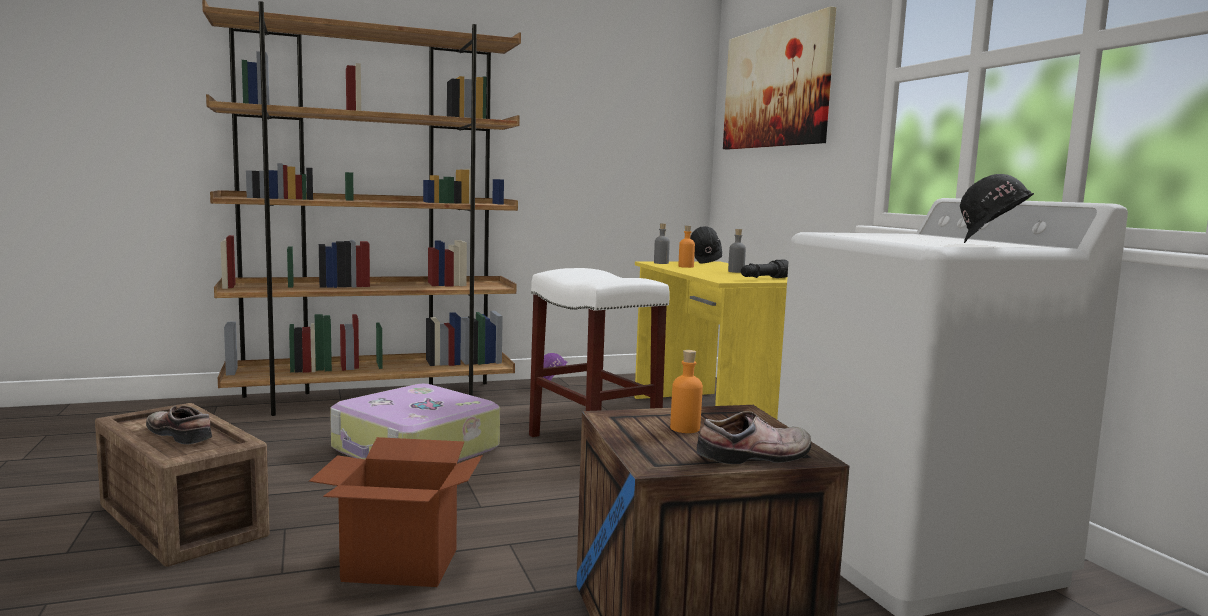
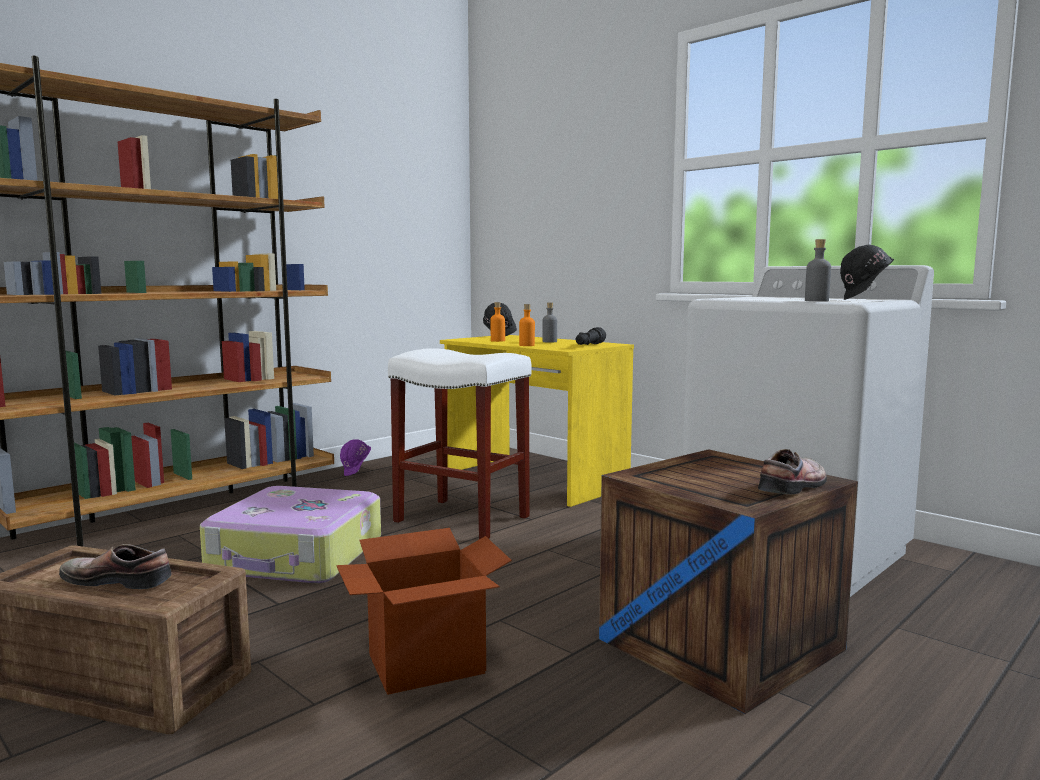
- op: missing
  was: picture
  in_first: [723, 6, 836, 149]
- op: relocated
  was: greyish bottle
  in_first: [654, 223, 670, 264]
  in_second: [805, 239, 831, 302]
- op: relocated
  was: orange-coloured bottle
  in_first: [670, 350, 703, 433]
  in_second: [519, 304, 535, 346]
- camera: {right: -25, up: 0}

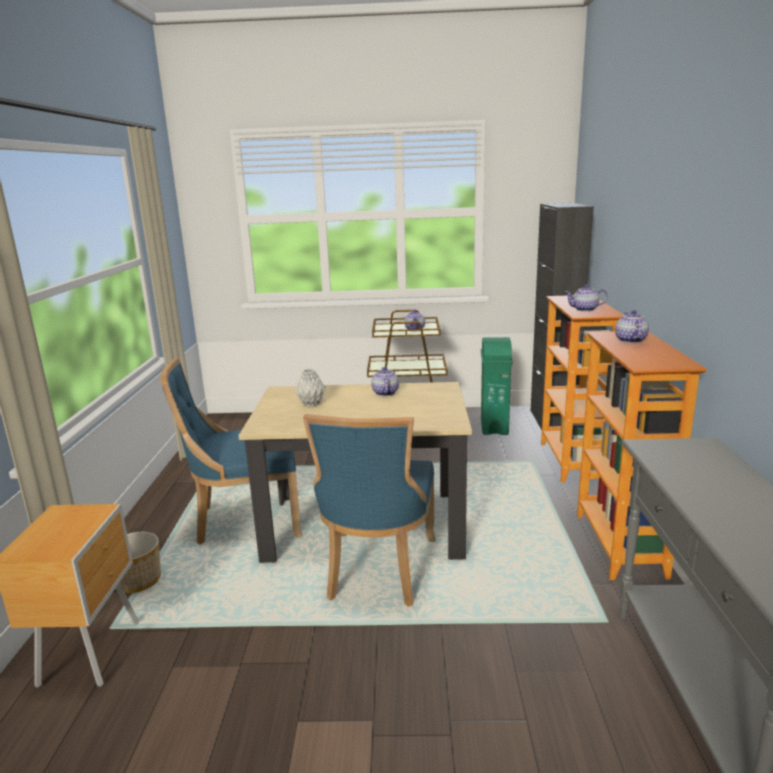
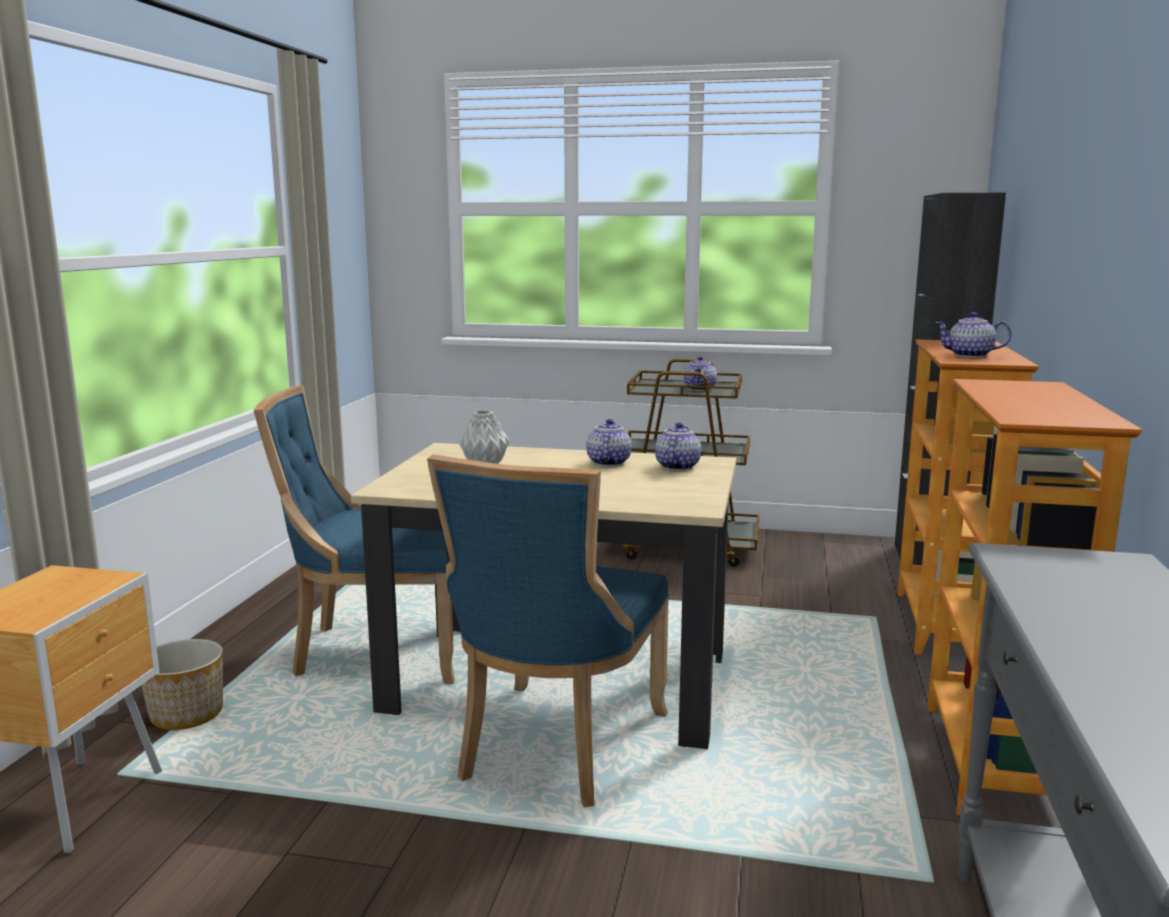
- op: relocated
  was: pot for tea
  in_first: [615, 310, 649, 343]
  in_second: [655, 422, 701, 471]
- op: missing
  was: green-coloured trash can
  in_first: [481, 337, 513, 435]
- camera: {right: 10, up: -5}

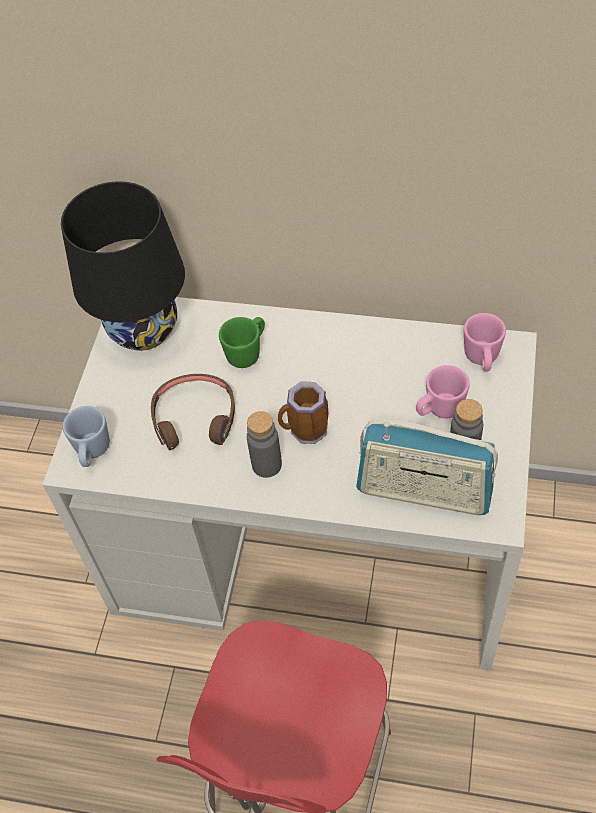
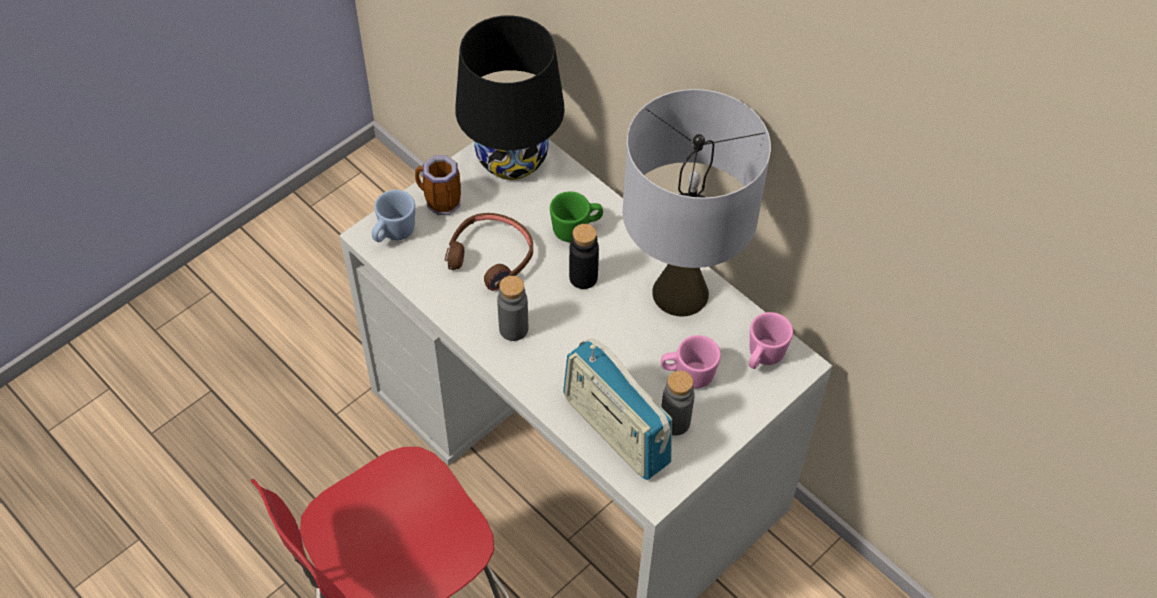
- op: relocated
  was: tea mug
  in_first: [278, 381, 328, 444]
  in_second: [415, 155, 461, 215]
- op: appeared
  now: greyish table lamp
  in_second: [622, 89, 771, 317]
- op: appeared
  now: black bottle
  in_second: [569, 224, 599, 289]
- camera: {right: 30, up: 0}

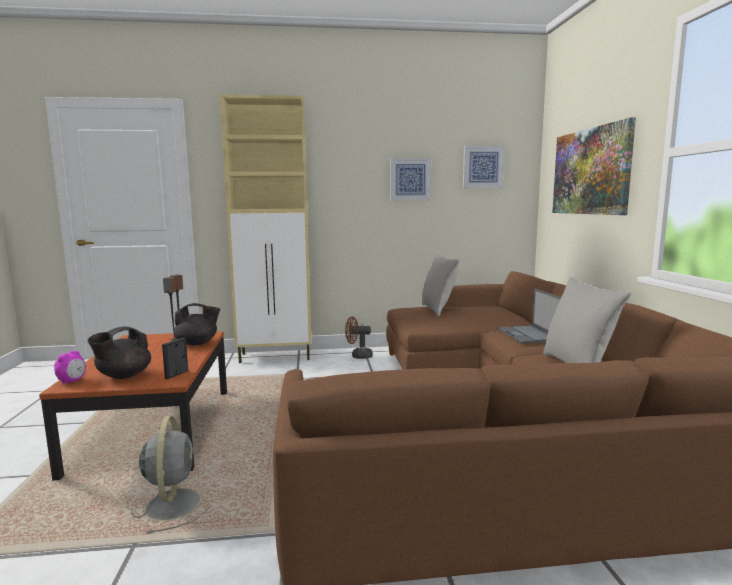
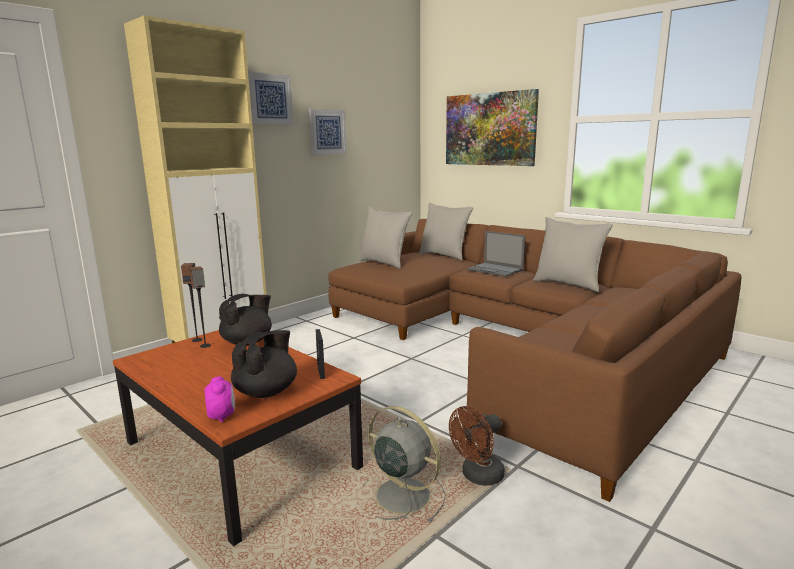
- op: relocated
  was: picture
  in_first: [463, 146, 504, 188]
  in_second: [248, 72, 293, 125]
- op: relocated
  was: brown cooling fan
  in_first: [345, 316, 373, 359]
  in_second: [449, 406, 505, 486]
- op: spun
  was: black pot for tea
  in_first: [88, 326, 151, 379]
  in_second: [231, 330, 297, 398]
  clockwise: -150
- op: appeared
  now: greyish pillow
  in_second: [419, 203, 473, 260]
- camera: {right: -40, up: 5}

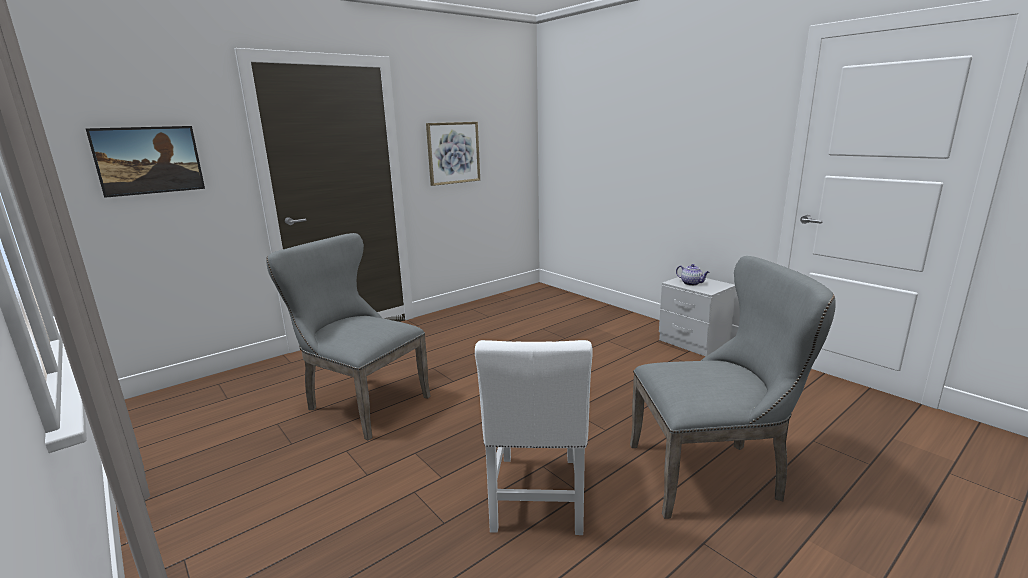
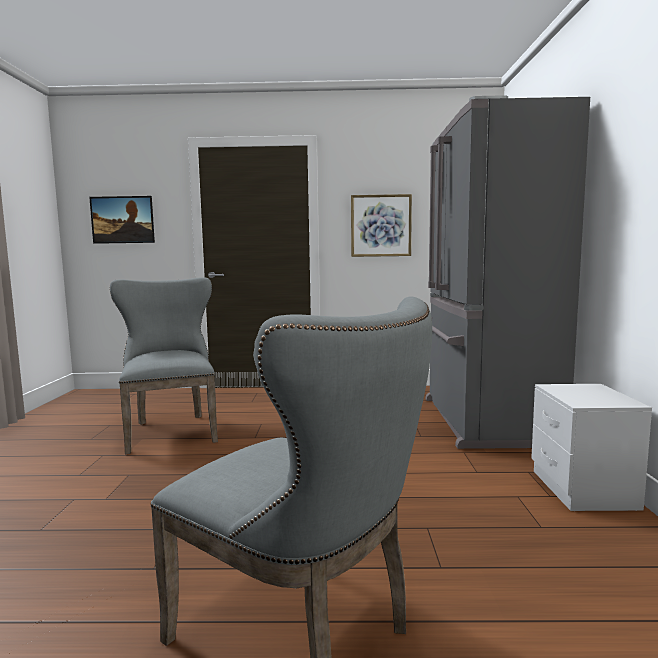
- op: missing
  was: pot for tea
  in_first: [676, 264, 709, 286]
- op: missing
  was: white-coloured chair
  in_first: [475, 340, 593, 535]
- op: appeared
  now: greyish refrigerator
  in_second: [426, 95, 590, 449]
- camera: {right: 40, up: -10}

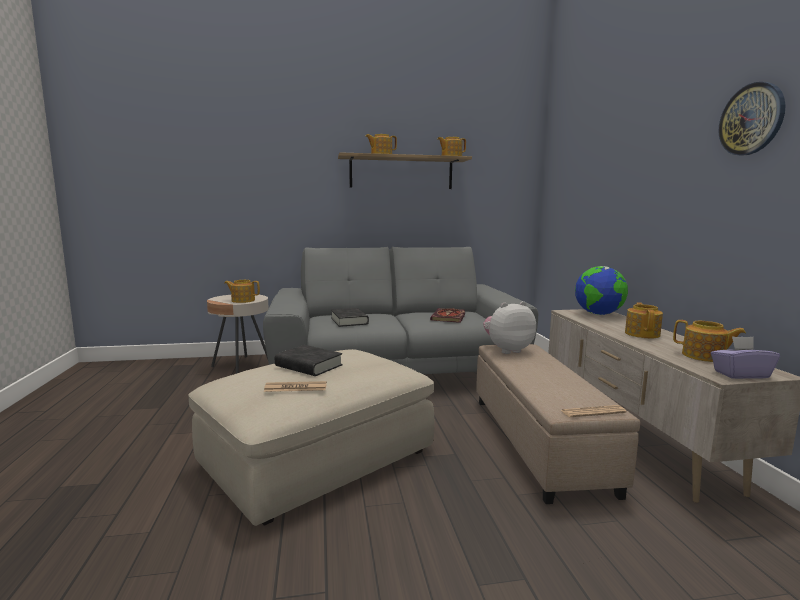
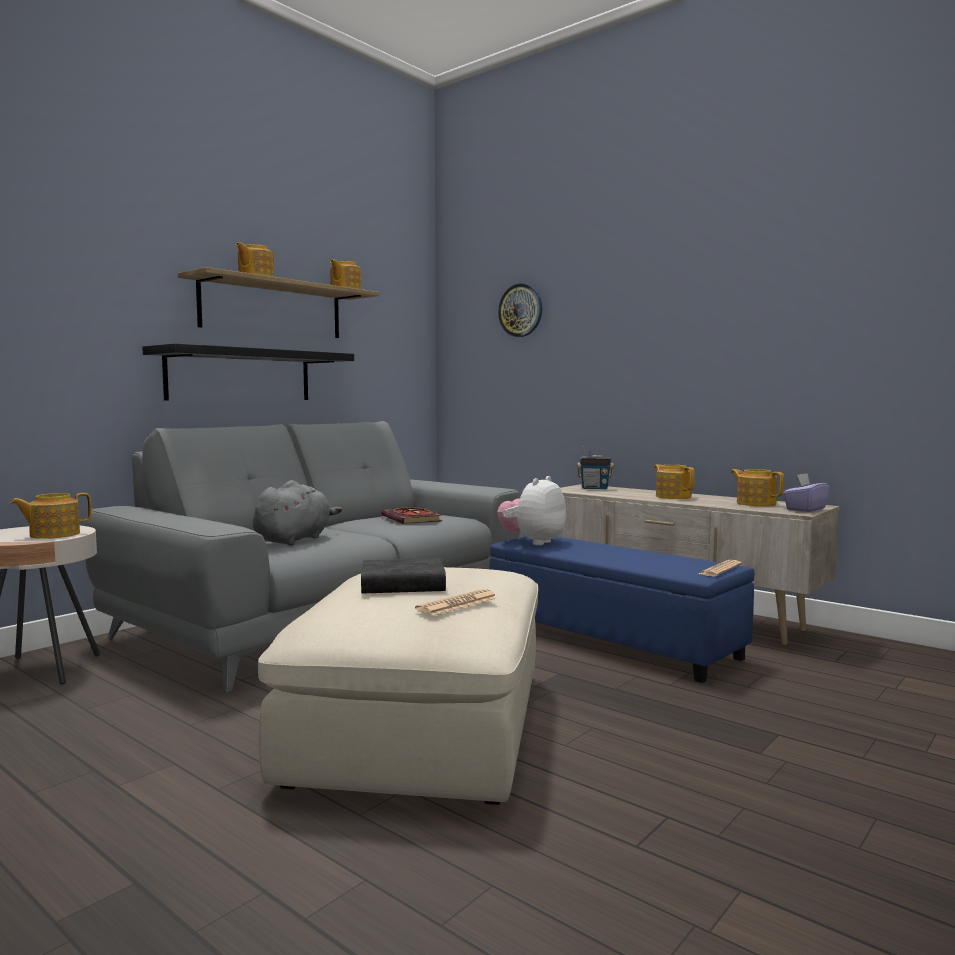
- op: relocated
  was: wall clock
  in_first: [718, 82, 785, 156]
  in_second: [498, 283, 542, 337]
- op: exchanged
  was: desk globe
  now: radio
  in_first: [575, 266, 628, 315]
  in_second: [577, 440, 613, 489]
- op: exchanged
  was: black book
  now: greyish plush toy
  in_first: [331, 308, 369, 327]
  in_second: [253, 480, 342, 545]
- op: spun
  was: pot for tea
  in_first: [673, 320, 746, 362]
  in_second: [731, 469, 784, 506]
  clockwise: -120
- op: colour
  was: beige pouffe
  now: bluish pouffe
  in_first: [476, 344, 640, 504]
  in_second: [490, 536, 754, 683]
- op: appeared
  now: black wall shelf
  in_second: [142, 343, 354, 400]
- camera: {right: -40, up: -5}

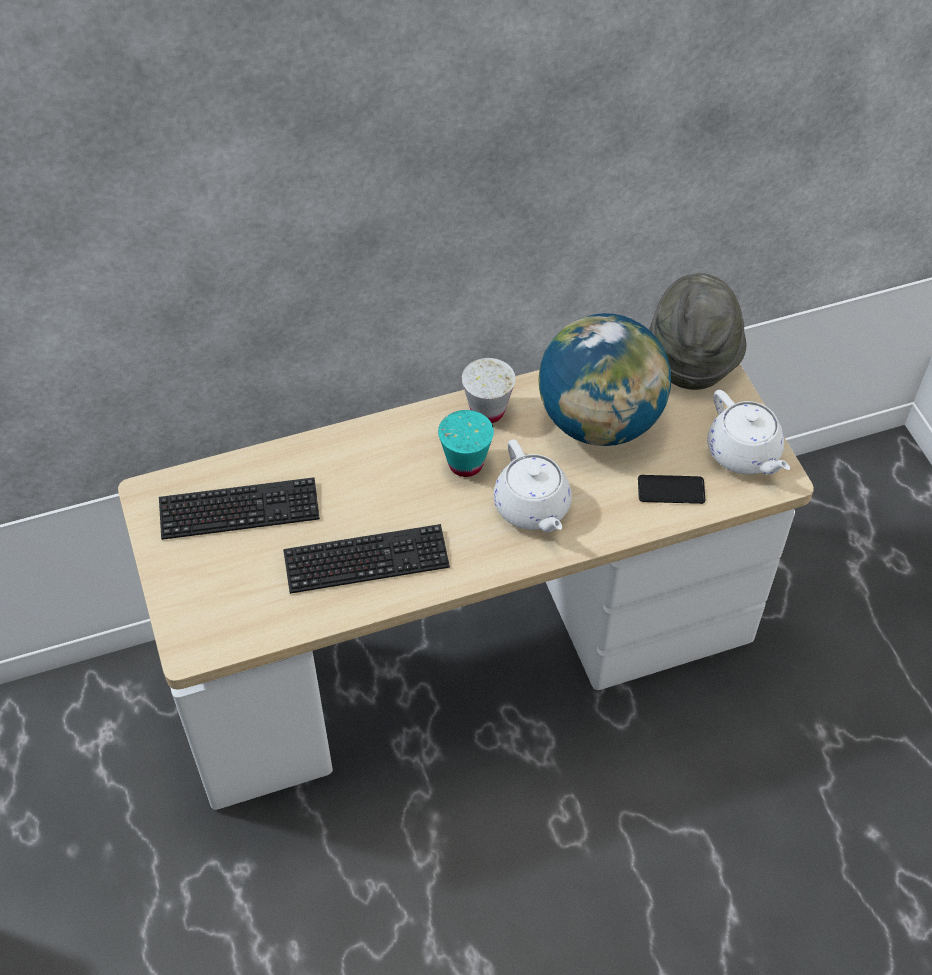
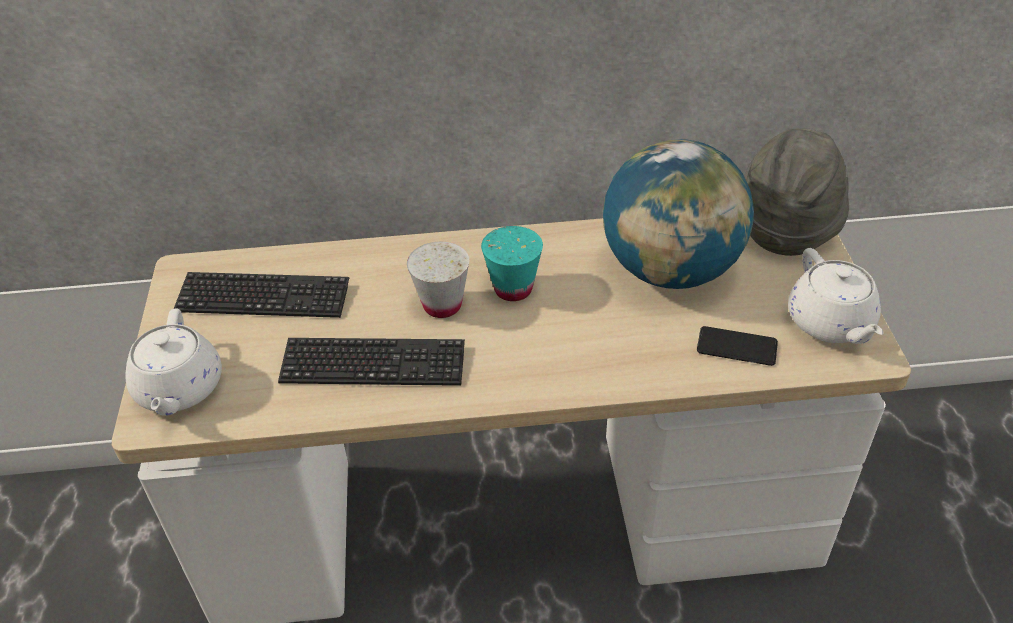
- op: relocated
  was: white-coloured small cup
  in_first: [462, 358, 516, 423]
  in_second: [407, 242, 469, 318]
- op: relocated
  was: white-coloured pot for tea
  in_first: [493, 439, 572, 532]
  in_second: [125, 308, 222, 416]
- camera: {right: 15, up: -10}

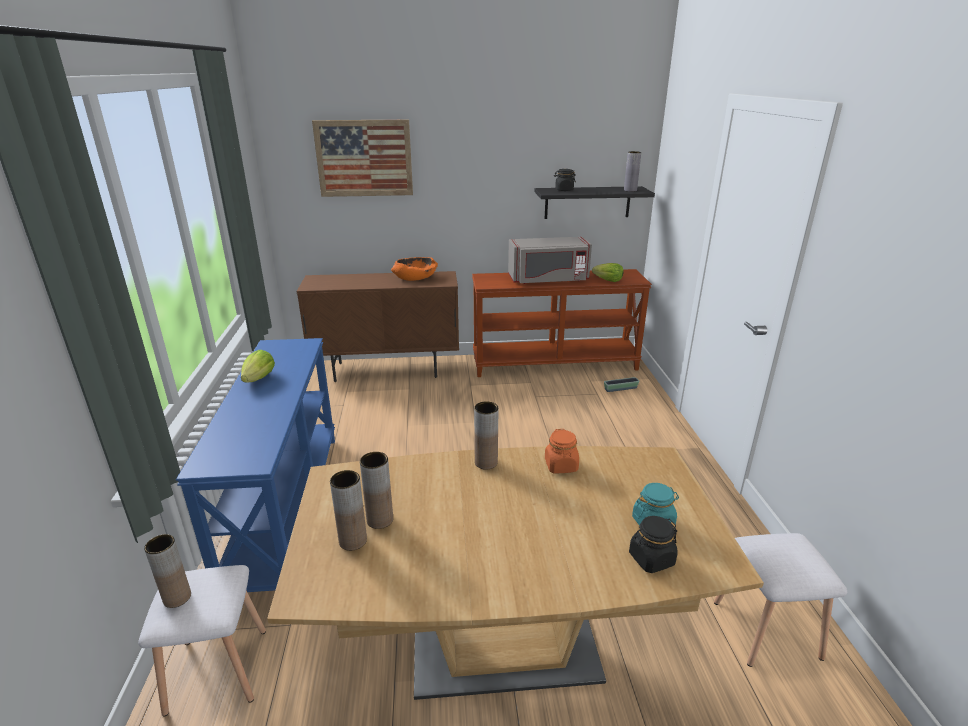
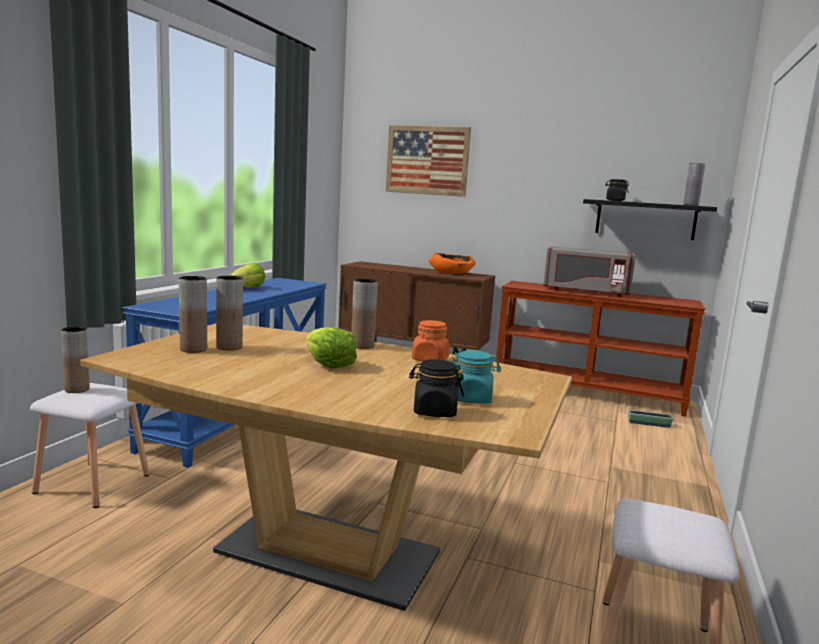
- op: relocated
  was: lettuce head
  in_first: [592, 263, 624, 282]
  in_second: [306, 327, 357, 368]
- camera: {right: 25, up: -15}

